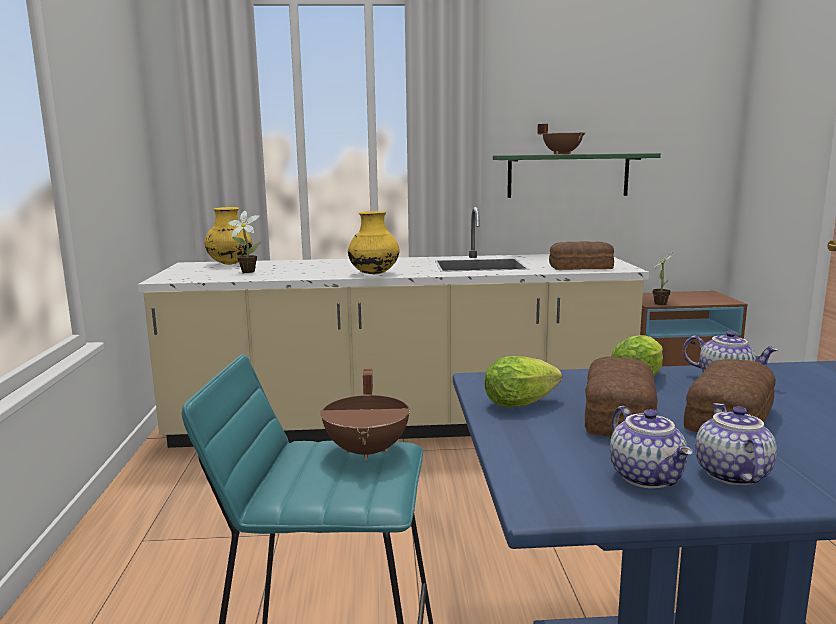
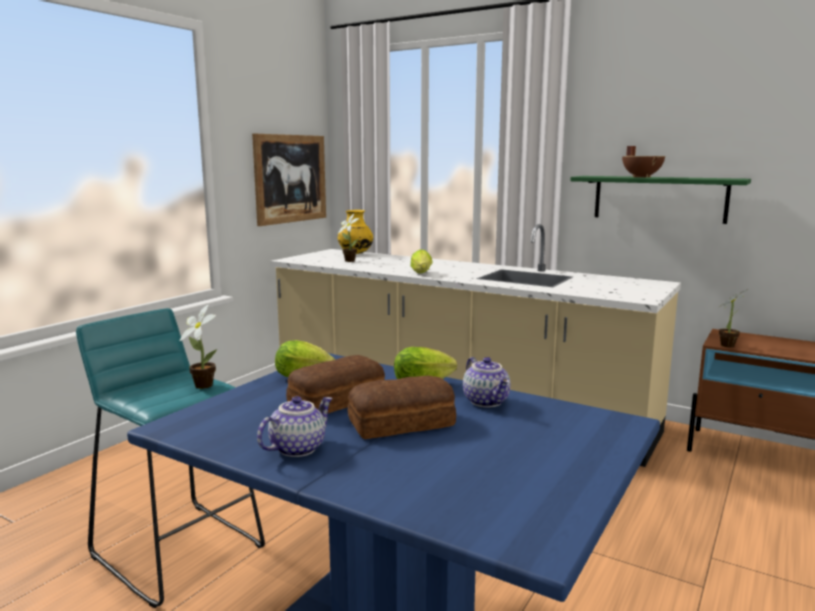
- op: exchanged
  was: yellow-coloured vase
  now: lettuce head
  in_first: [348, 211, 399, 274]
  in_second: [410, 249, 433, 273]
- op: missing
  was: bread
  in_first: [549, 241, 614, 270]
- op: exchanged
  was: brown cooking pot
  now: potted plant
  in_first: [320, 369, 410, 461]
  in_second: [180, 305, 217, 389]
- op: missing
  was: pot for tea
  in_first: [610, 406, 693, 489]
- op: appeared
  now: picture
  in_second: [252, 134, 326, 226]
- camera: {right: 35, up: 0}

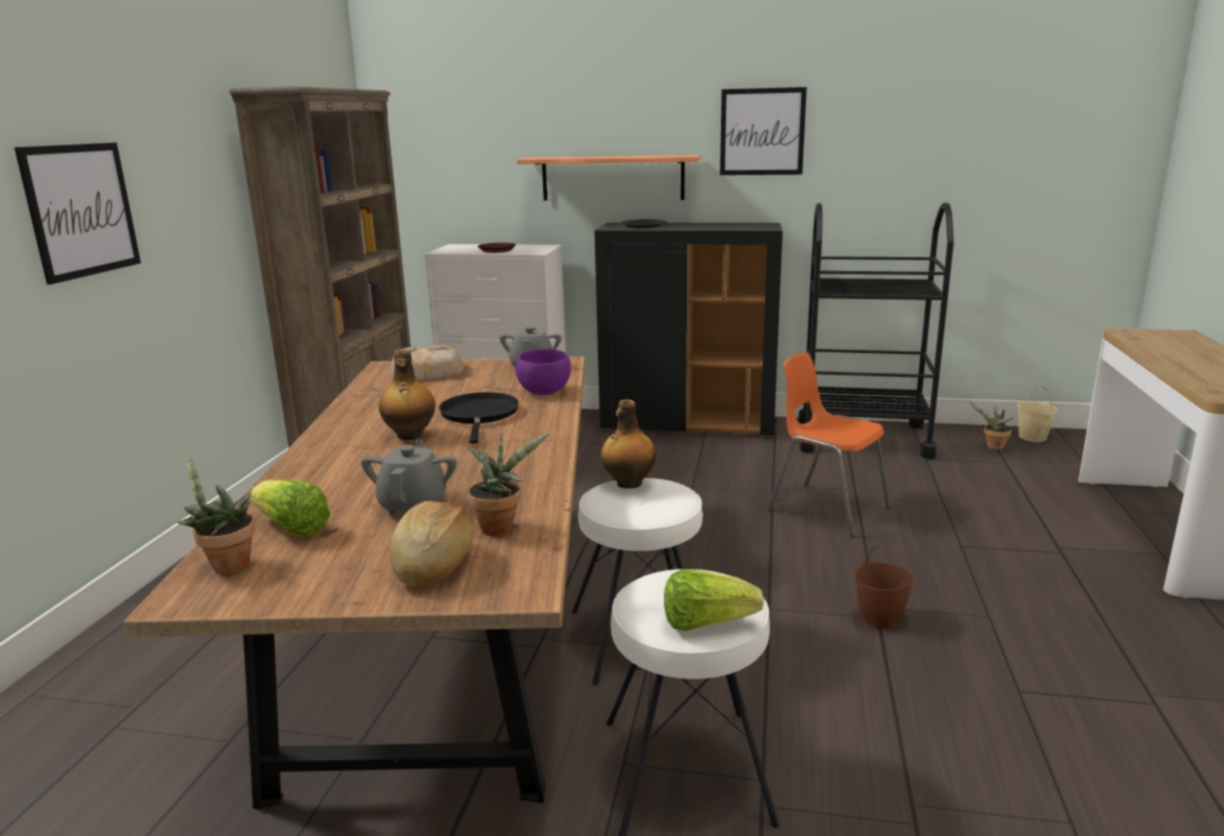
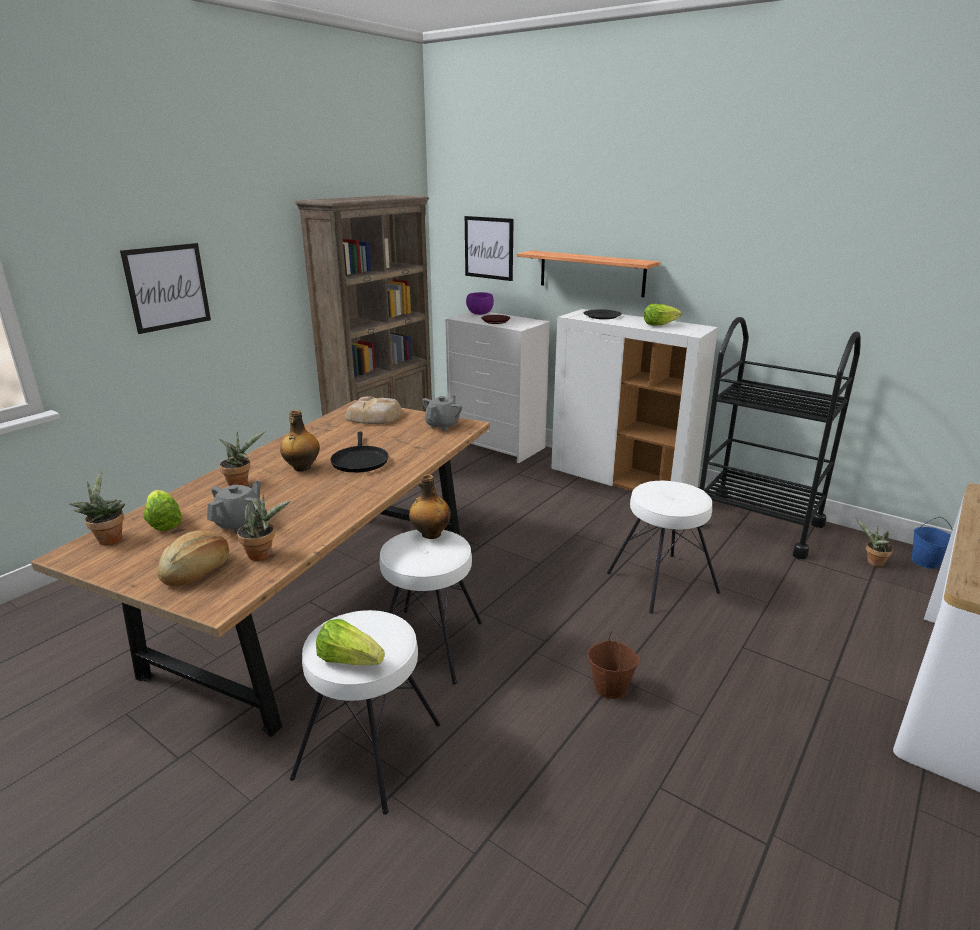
- op: relocated
  was: picture
  in_first: [720, 87, 807, 175]
  in_second: [465, 216, 514, 281]
- op: colour
  was: black storage cabinet
  now: white-coloured storage cabinet
  in_first: [594, 223, 783, 438]
  in_second: [551, 309, 718, 491]
- op: relocated
  was: purple serving bowl
  in_first: [515, 349, 571, 395]
  in_second: [466, 292, 494, 315]
- op: exchanged
  was: orange-coloured chair
  now: white-coloured stool seat
  in_first: [768, 352, 891, 537]
  in_second: [607, 481, 720, 614]
- op: colour
  was: beige pail
  now: bluish pail
  in_first: [1017, 386, 1057, 442]
  in_second: [912, 517, 952, 569]
- op: spun
  was: black skillet
  in_first: [439, 392, 519, 443]
  in_second: [330, 432, 389, 473]
  clockwise: 150
- op: appeared
  now: lettuce head
  in_second: [644, 304, 682, 326]
- op: appeared
  now: potted plant
  in_second: [219, 431, 265, 486]
- camera: {right: 25, up: 5}

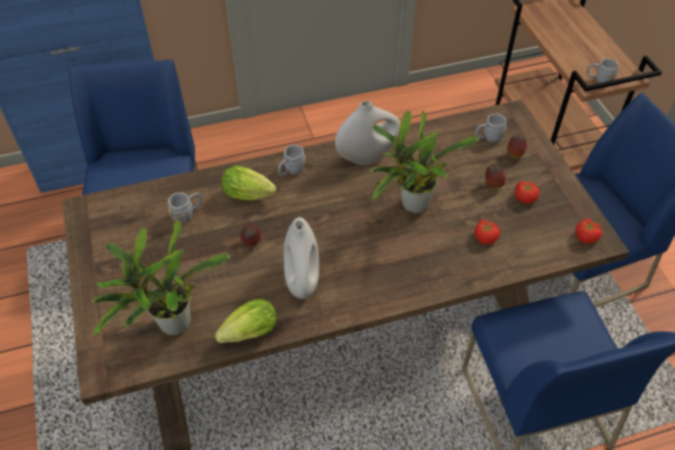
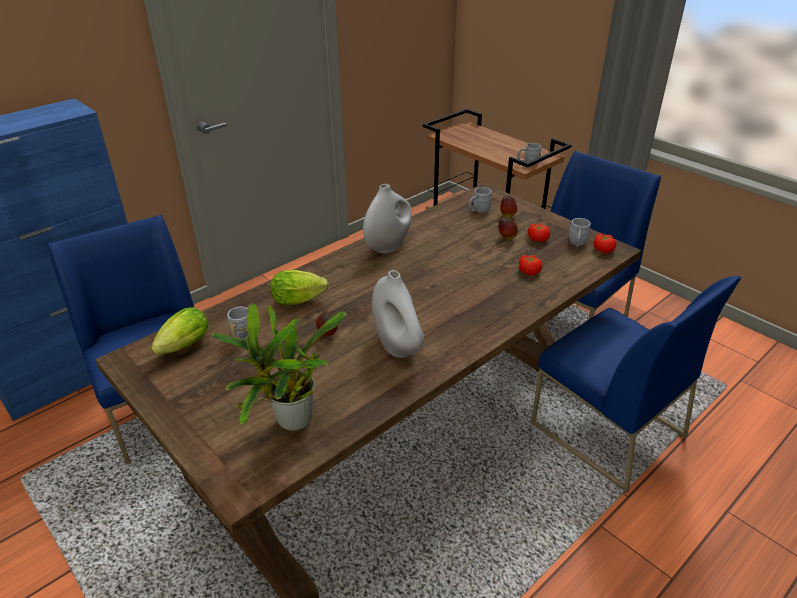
- op: missing
  was: potted plant
  in_first: [370, 110, 479, 213]
- op: relocated
  was: greyish tea mug
  in_first: [278, 145, 306, 176]
  in_second: [569, 218, 591, 247]
- op: relocated
  was: lettuce head
  in_first: [215, 299, 277, 343]
  in_second: [151, 307, 208, 354]
- camera: {right: -25, up: -15}

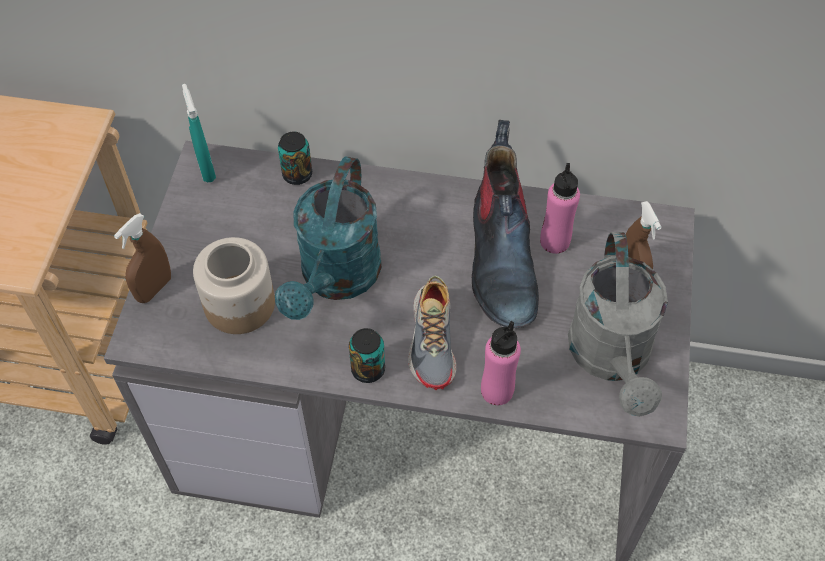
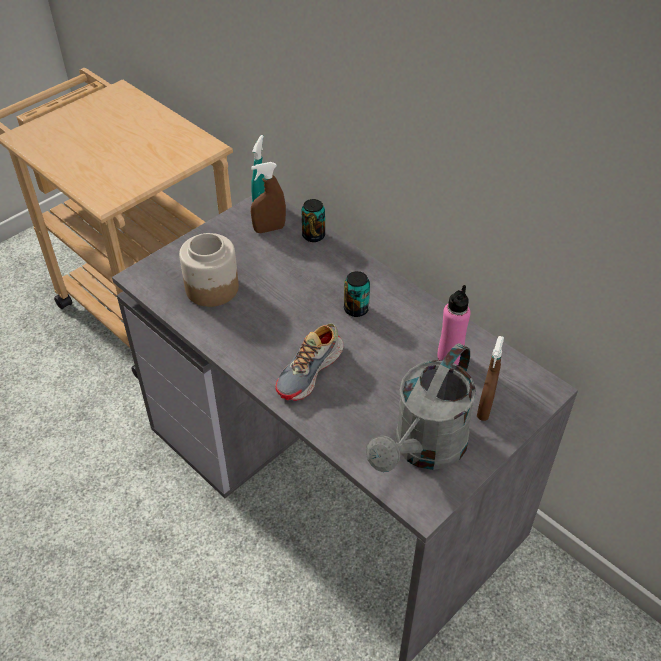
- op: missing
  was: boot
  in_first: [472, 120, 539, 328]
- op: missing
  was: turquoise-coloured watering can
  in_first: [275, 156, 382, 320]
- op: relocated
  was: brown sprayer
  in_first: [114, 213, 171, 303]
  in_second: [251, 162, 286, 233]
- op: missing
  was: pinkish bottle
  in_first: [481, 321, 521, 405]
- op: relocated
  was: metal can
  in_first: [349, 328, 385, 383]
  in_second: [344, 271, 370, 317]
- camera: {right: 35, up: -10}

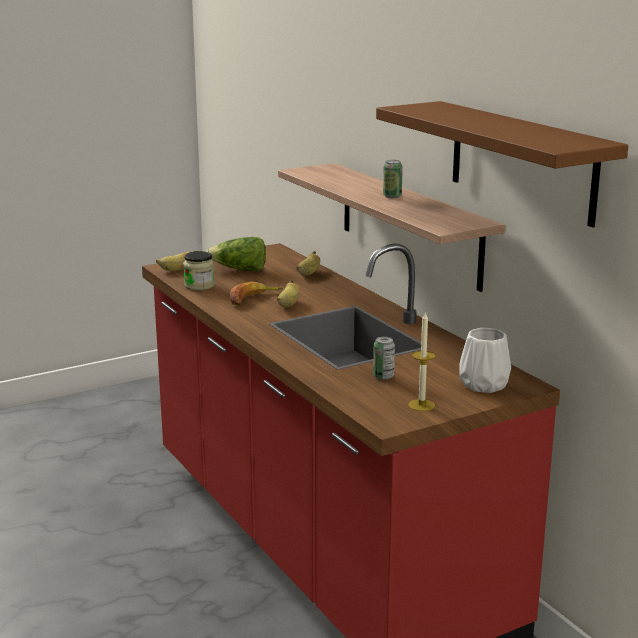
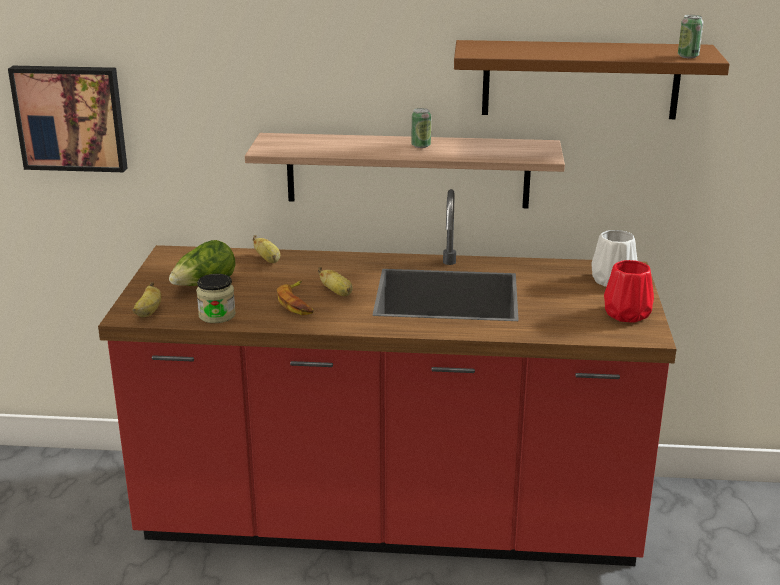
- op: exchanged
  was: wax light
  now: red-coloured vase
  in_first: [408, 311, 435, 411]
  in_second: [604, 260, 654, 323]
- op: relocated
  was: metal can
  in_first: [373, 337, 395, 380]
  in_second: [678, 15, 703, 58]
- op: appeared
  now: picture
  in_second: [8, 66, 128, 172]
- camera: {right: -55, up: 5}

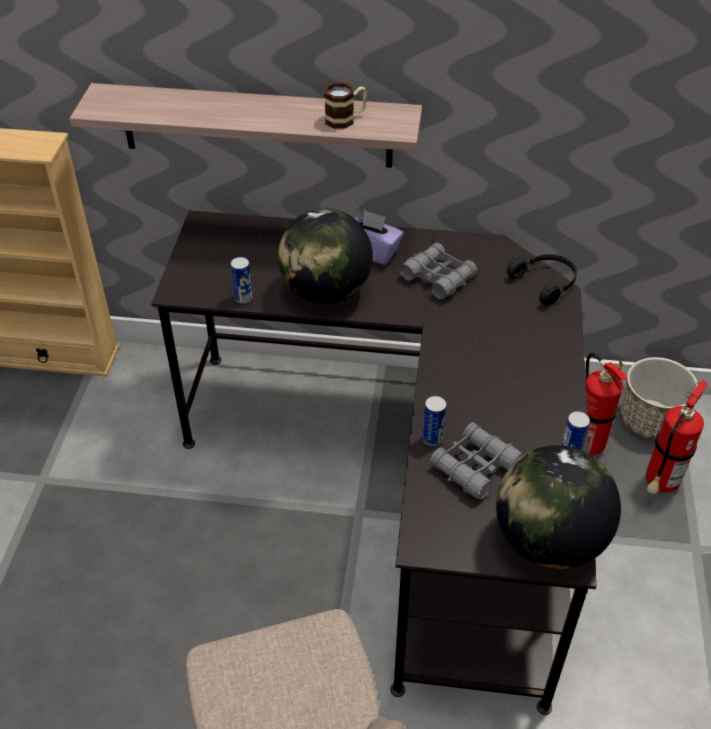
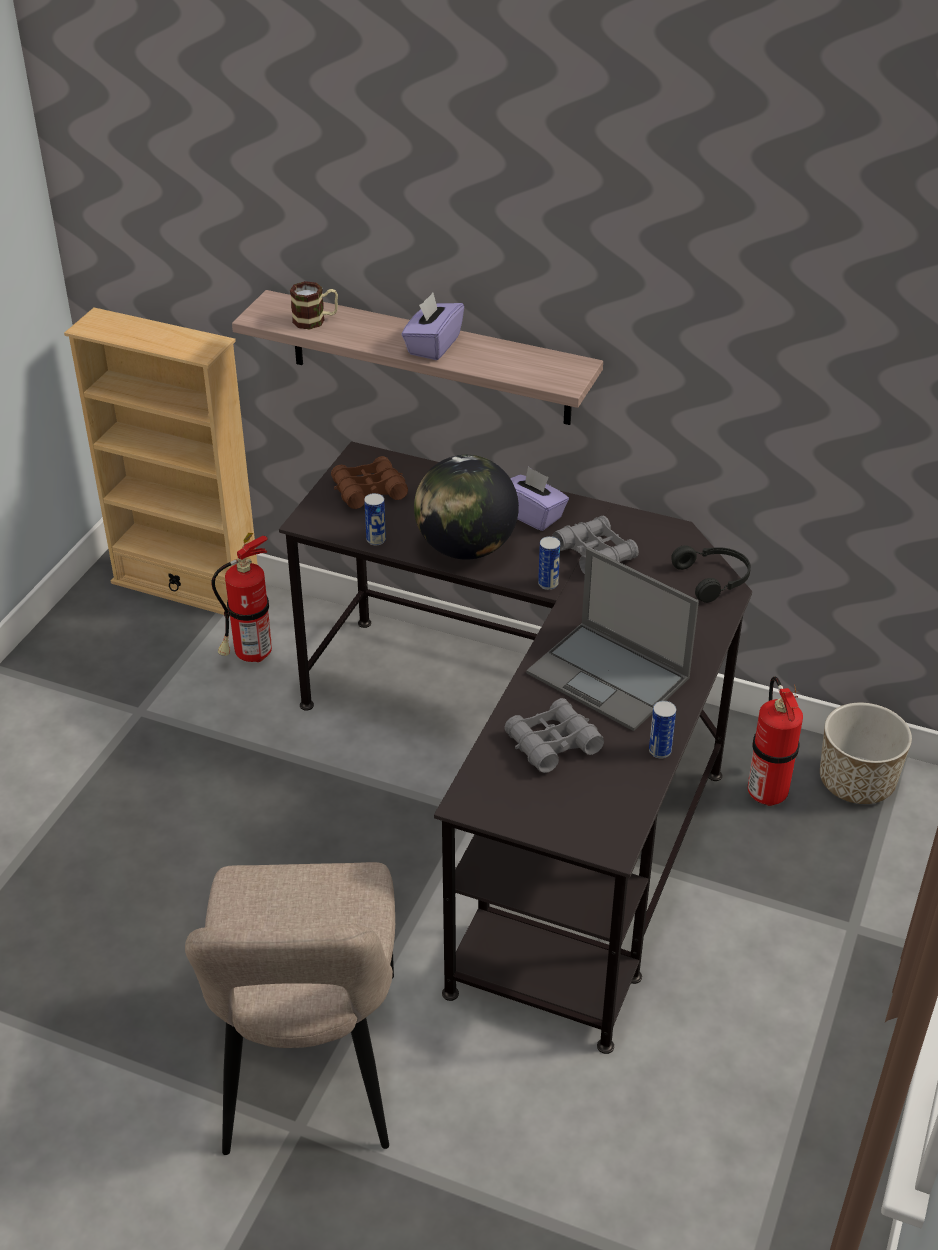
- op: relocated
  was: tea mug
  in_first: [325, 82, 367, 129]
  in_second: [290, 281, 338, 329]
- op: relocated
  was: extinguisher
  in_first: [646, 381, 708, 494]
  in_second: [211, 533, 272, 662]
- op: relocated
  was: metal can
  in_first: [423, 396, 446, 446]
  in_second: [538, 536, 560, 590]
- op: missing
  was: desk globe
  in_first: [496, 445, 621, 569]
- op: appeared
  now: purple box of tissues
  in_second: [402, 293, 464, 360]
- op: appeared
  now: brown field glasses
  in_second: [331, 456, 408, 509]
- op: appeared
  now: notebook computer
  in_second: [526, 547, 699, 731]
- camera: {right: 15, up: -5}

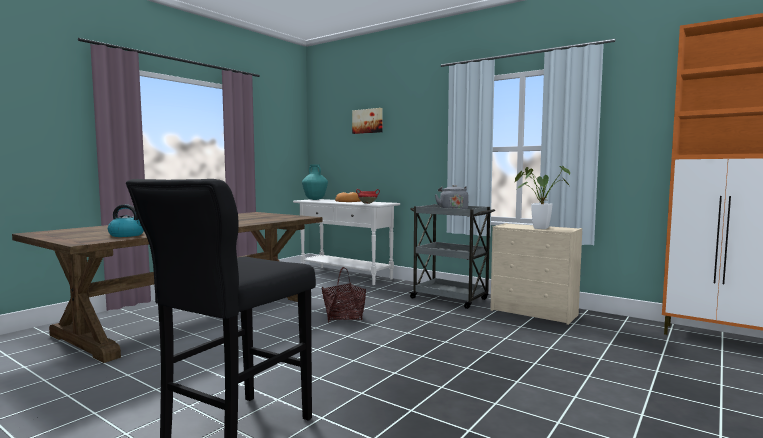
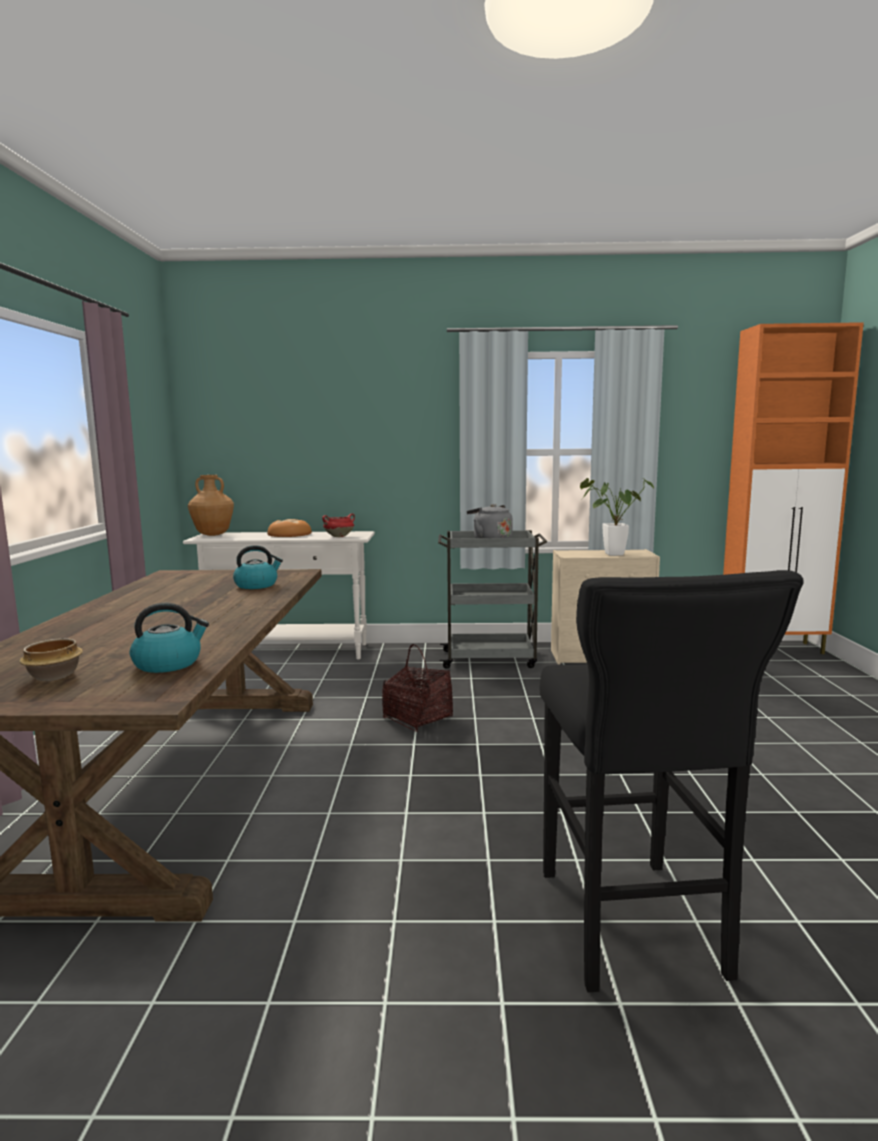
- op: missing
  was: picture
  in_first: [352, 108, 382, 134]
- op: colour
  was: turquoise-coloured vase
  now: brown vase
  in_first: [302, 165, 328, 200]
  in_second: [188, 475, 234, 536]
- op: appeared
  now: kettle
  in_second: [233, 545, 283, 589]
- op: appeared
  now: serving bowl
  in_second: [19, 638, 83, 681]
- camera: {right: -35, up: 5}

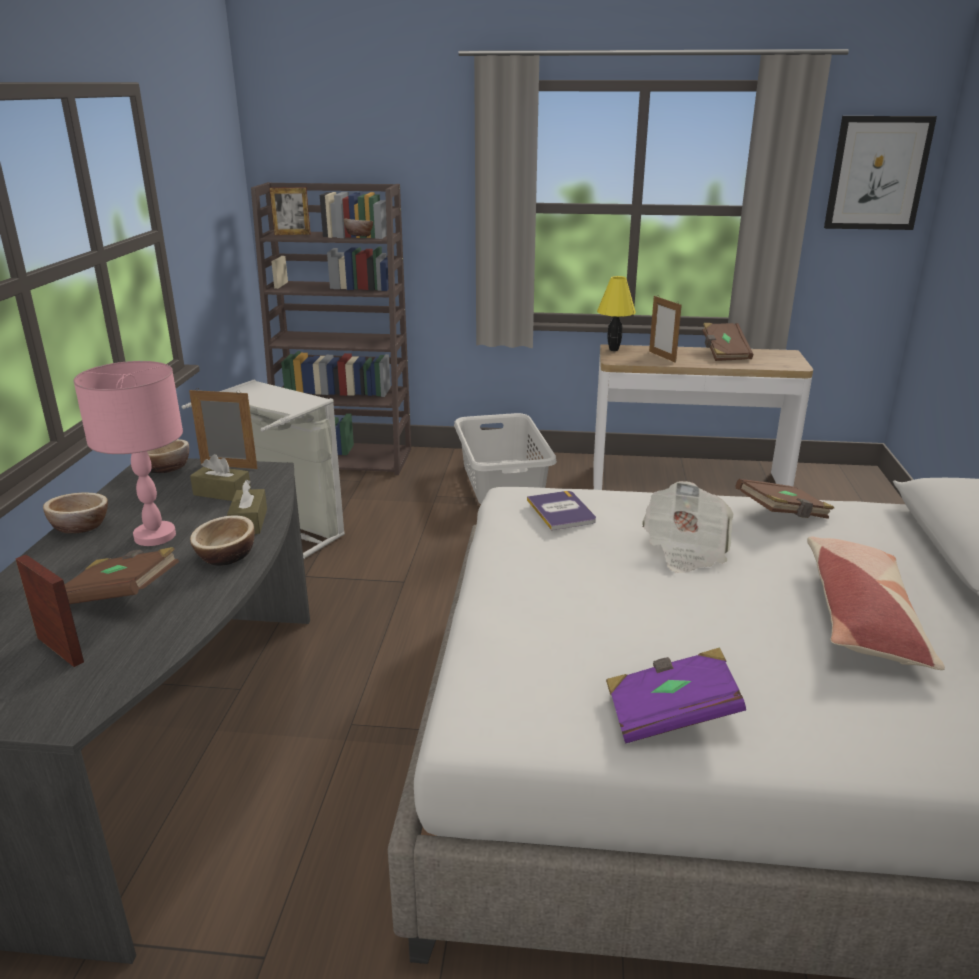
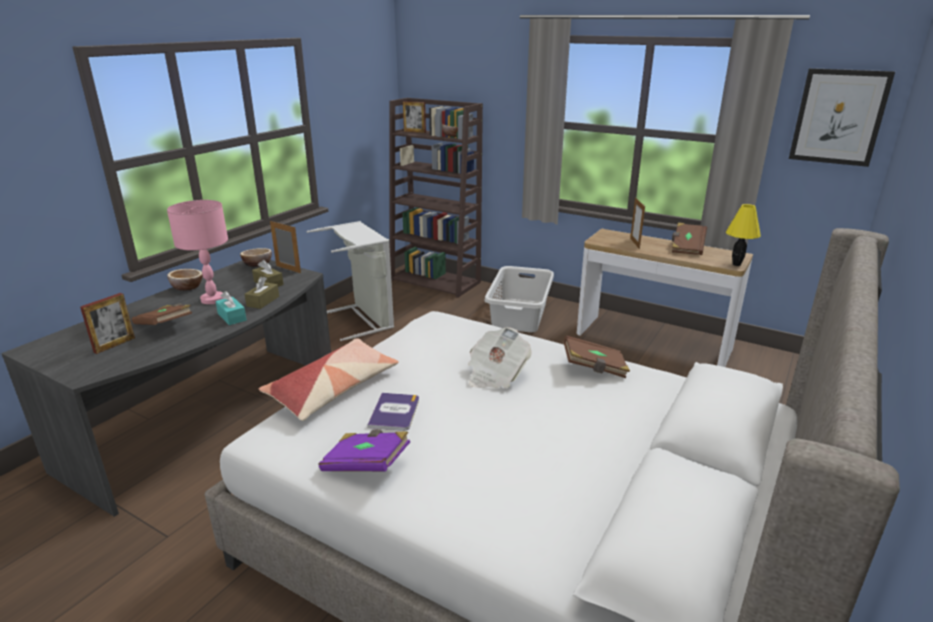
- op: relocated
  was: yellow-coloured table lamp
  in_first: [597, 276, 636, 351]
  in_second: [726, 204, 761, 266]
- op: relocated
  was: book
  in_first: [527, 491, 596, 530]
  in_second: [367, 393, 419, 431]
- op: exchanged
  was: serving bowl
  now: turquoise-coloured box of tissues
  in_first: [190, 515, 255, 566]
  in_second: [215, 291, 247, 325]
- op: relocated
  was: pillow
  in_first: [807, 536, 945, 670]
  in_second: [259, 338, 399, 421]
- op: spun
  was: photo frame
  in_first: [15, 555, 84, 667]
  in_second: [80, 293, 135, 354]
  clockwise: 60
- camera: {right: 25, up: 0}

